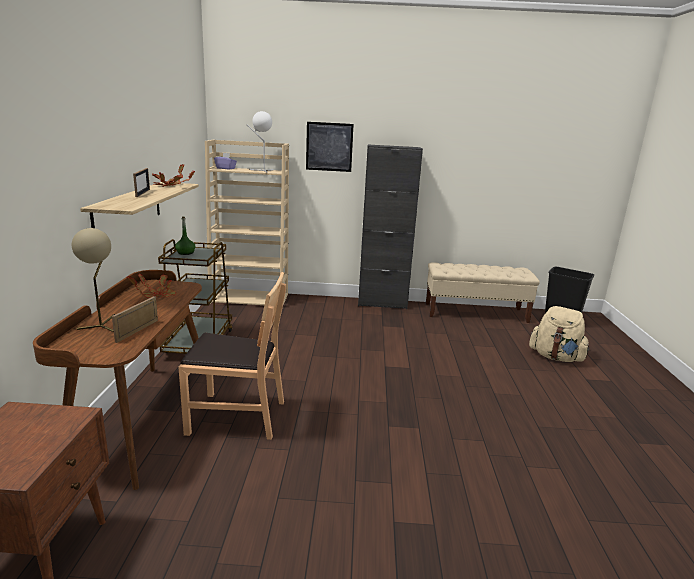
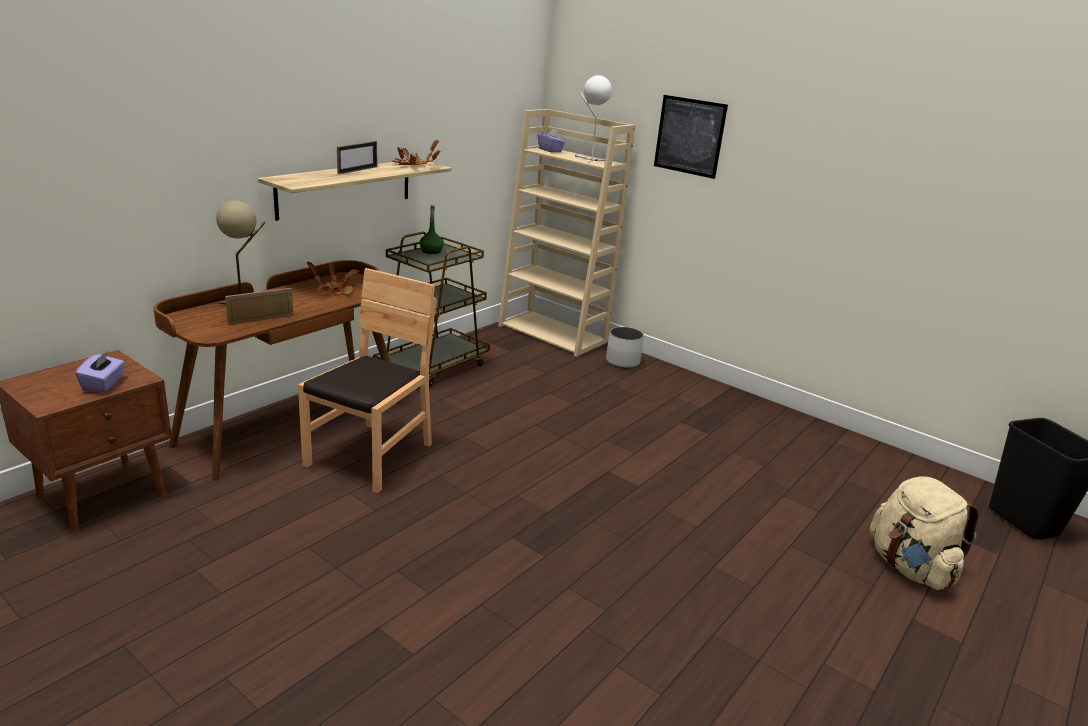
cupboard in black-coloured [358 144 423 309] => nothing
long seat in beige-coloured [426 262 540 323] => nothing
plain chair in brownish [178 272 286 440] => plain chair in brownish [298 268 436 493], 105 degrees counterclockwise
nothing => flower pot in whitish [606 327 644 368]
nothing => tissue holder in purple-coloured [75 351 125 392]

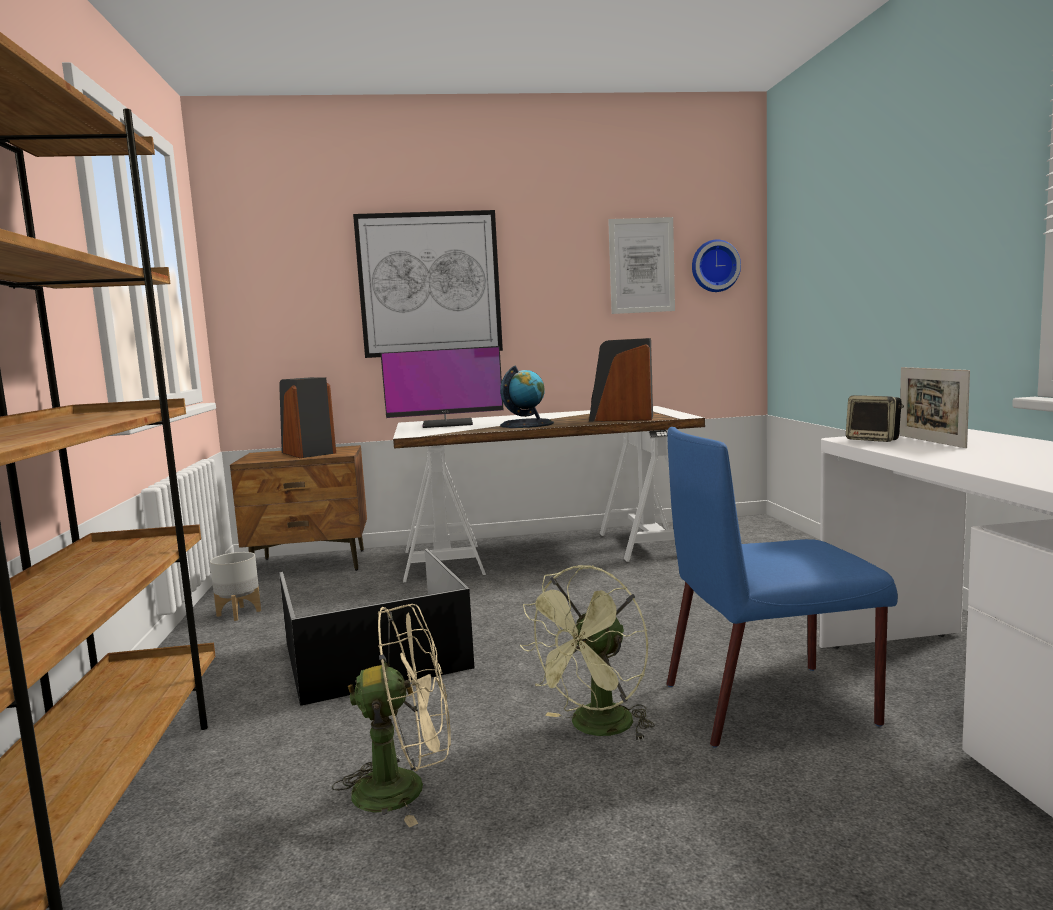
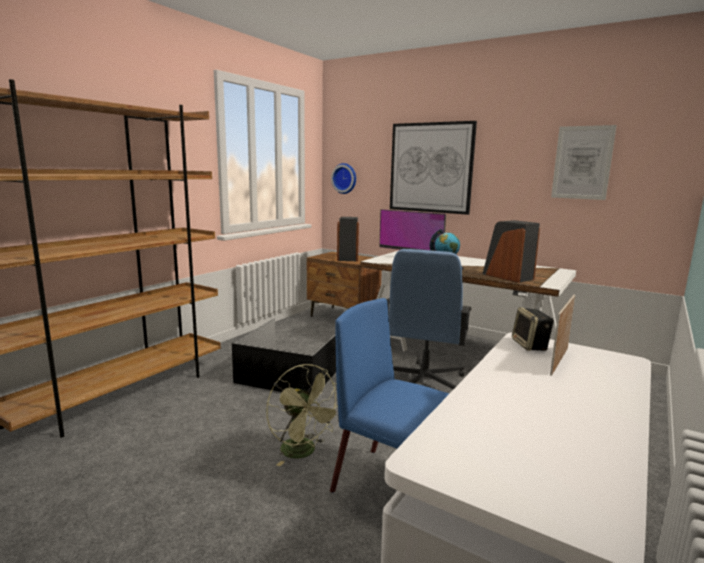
wall clock [692 240 741 292] => wall clock [331 163 356 194], shifted
flower pot in greyish [210 552 261 621] => nothing
cooling fan in green [520 565 655 742] => cooling fan in green [266 364 338 466], 120 degrees counterclockwise
cooling fan in beige-coloured [332 604 451 827] => nothing
nothing => desk chair in blue [386 249 471 389]

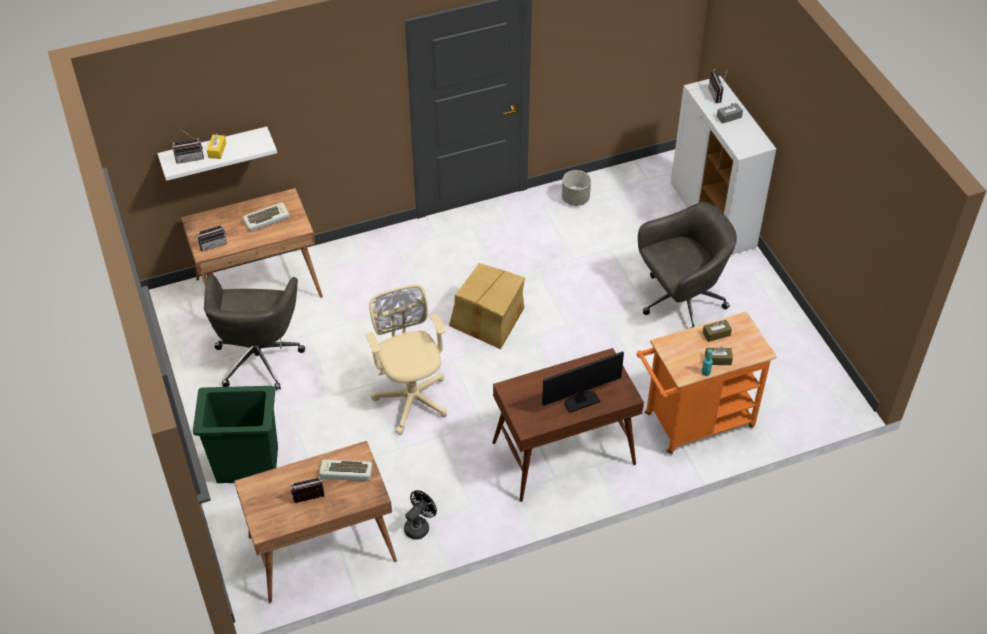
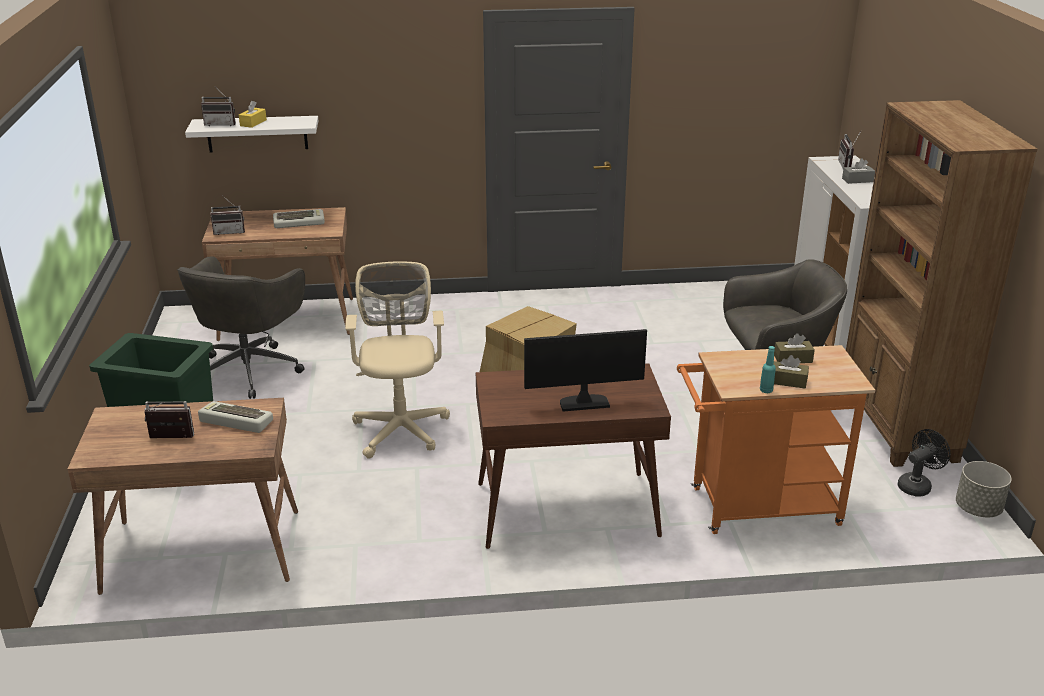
flower pot in greyish [562 170 591 206] => flower pot in greyish [956 461 1012 517], shifted
cooling fan in black-coloured [404 490 437 540] => cooling fan in black-coloured [898 429 950 497], shifted
nothing => bookcase in brownish [846 100 1037 467]

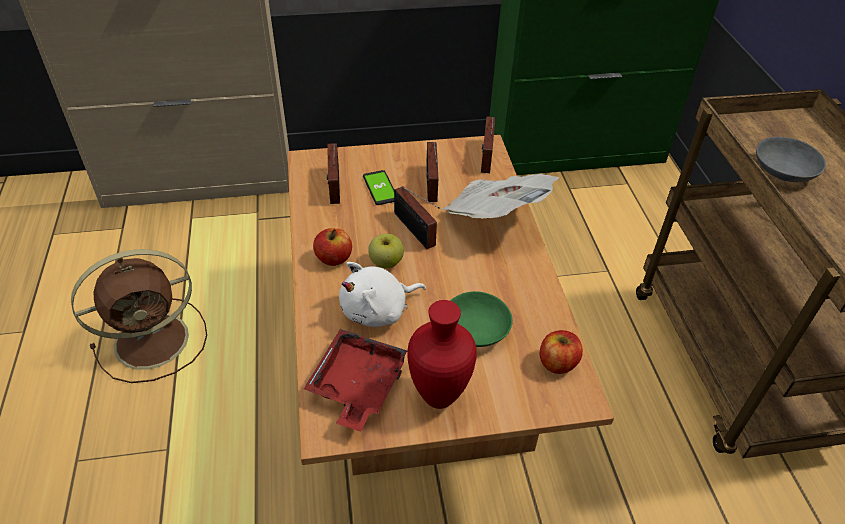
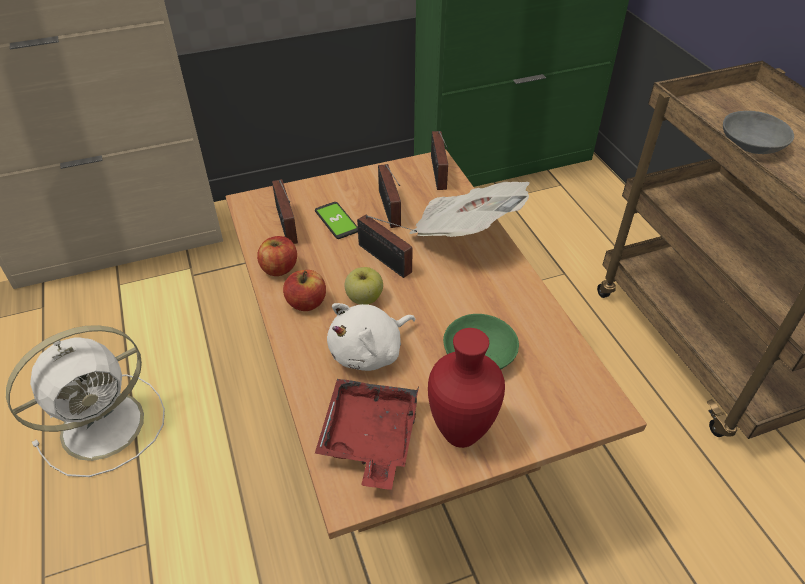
cooling fan in brownish [71 249 207 383] => cooling fan in whitish [6 325 165 477]
apple fruit [540 330 583 374] => apple fruit [257 236 297 276], shifted

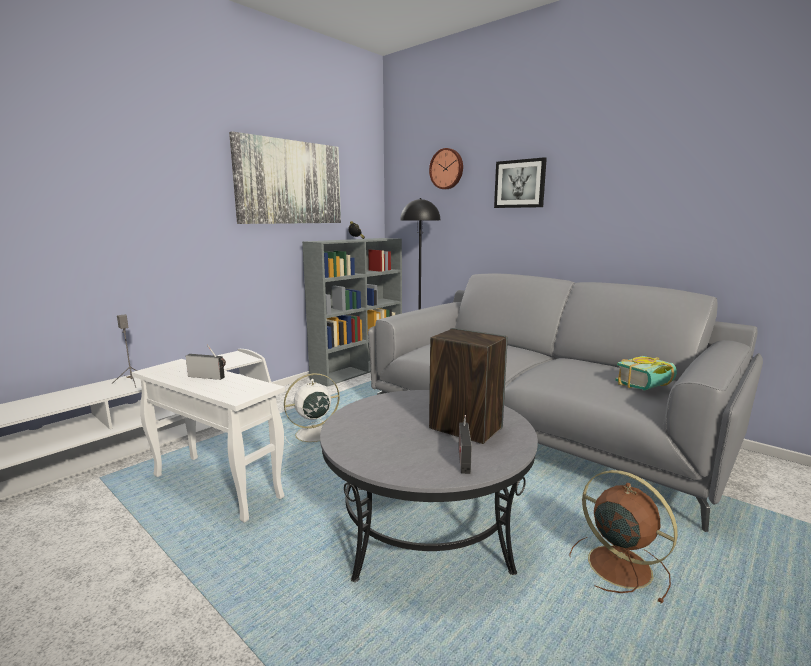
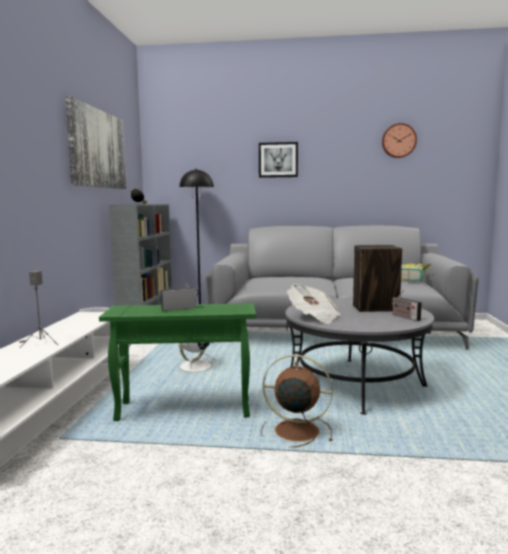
wall clock [429 148 463 189] => wall clock [382 123 417 158], shifted
side table in whitish [132 359 285 523] => side table in green [99 303 256 421]
cooling fan in brownish [569 470 678 604] => cooling fan in brownish [261 355 333 447], shifted
nothing => daily paper [287 284 340 324]

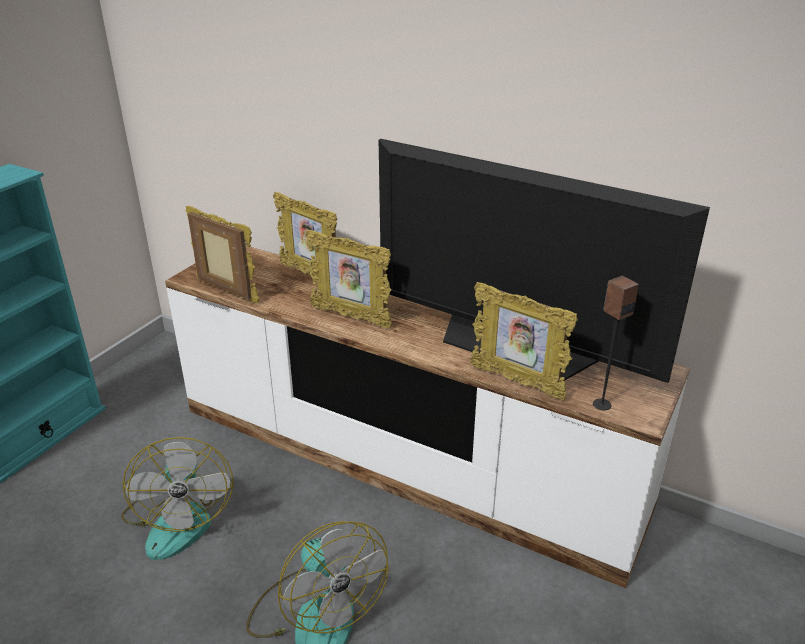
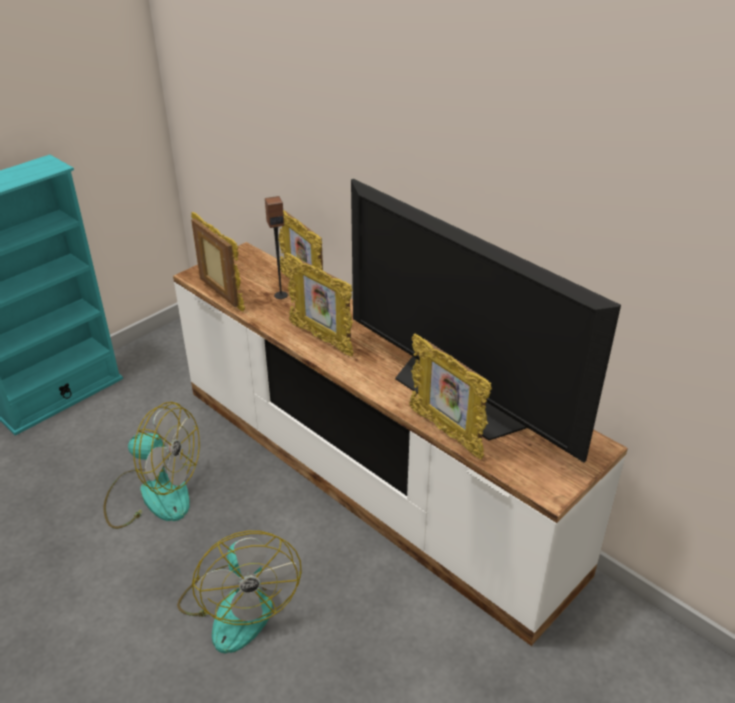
audio speaker [593 276 639 410] => audio speaker [265 196 288 299], shifted
cooling fan [121 437 234 560] => cooling fan [103 402 200 529], 75 degrees counterclockwise

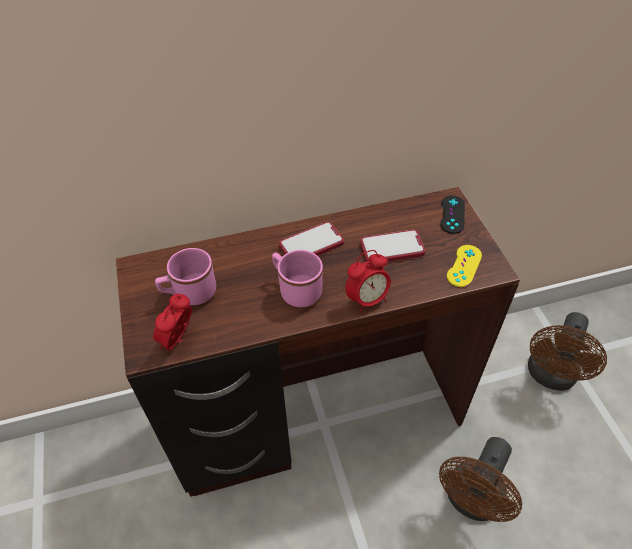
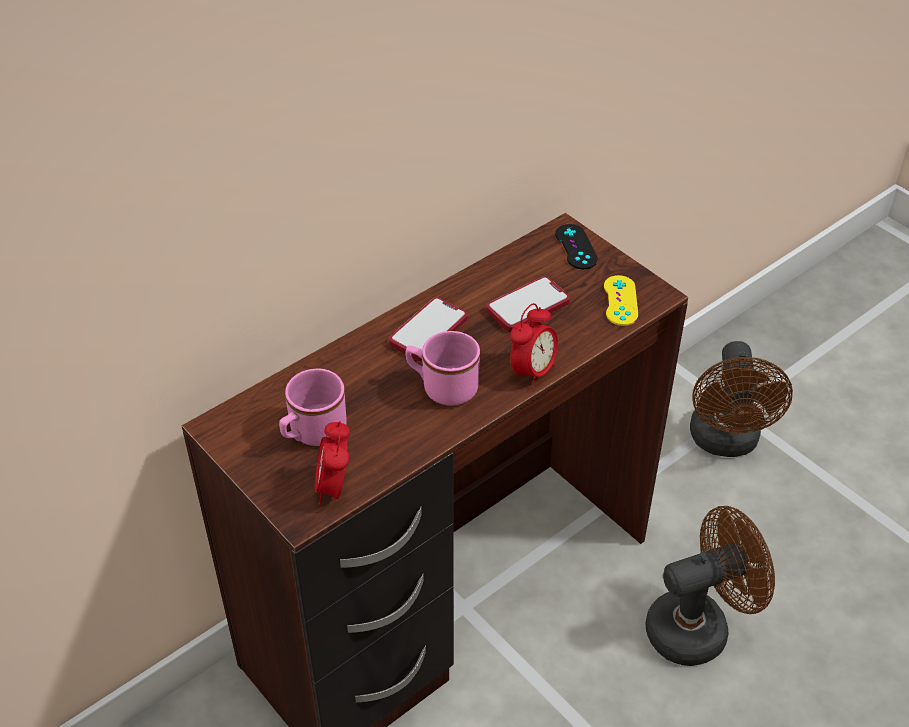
cooling fan in brownish [439 437 522 522] => cooling fan in brownish [645 506 775 666], 120 degrees counterclockwise

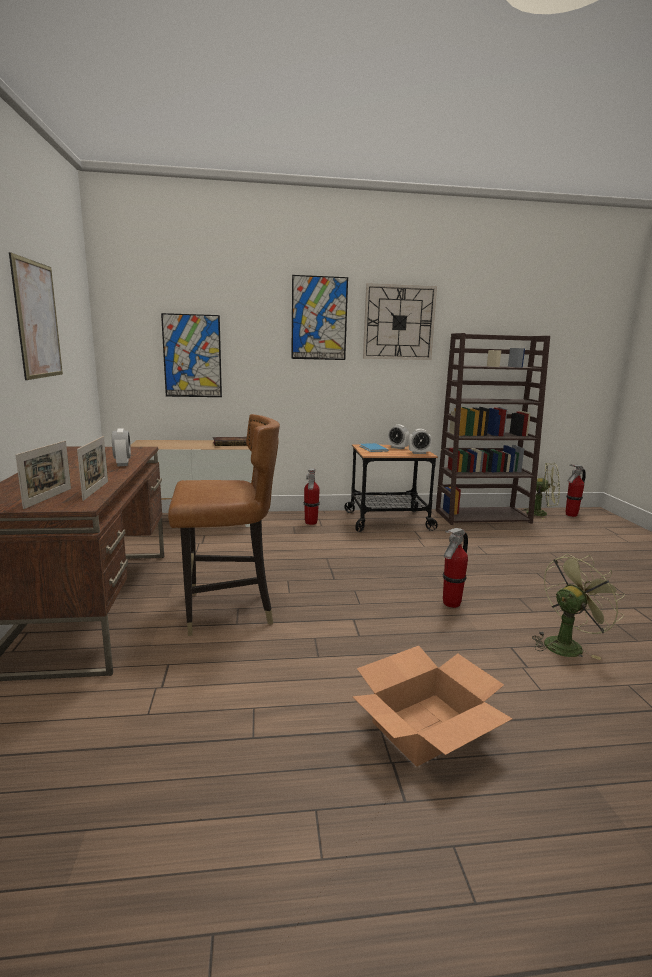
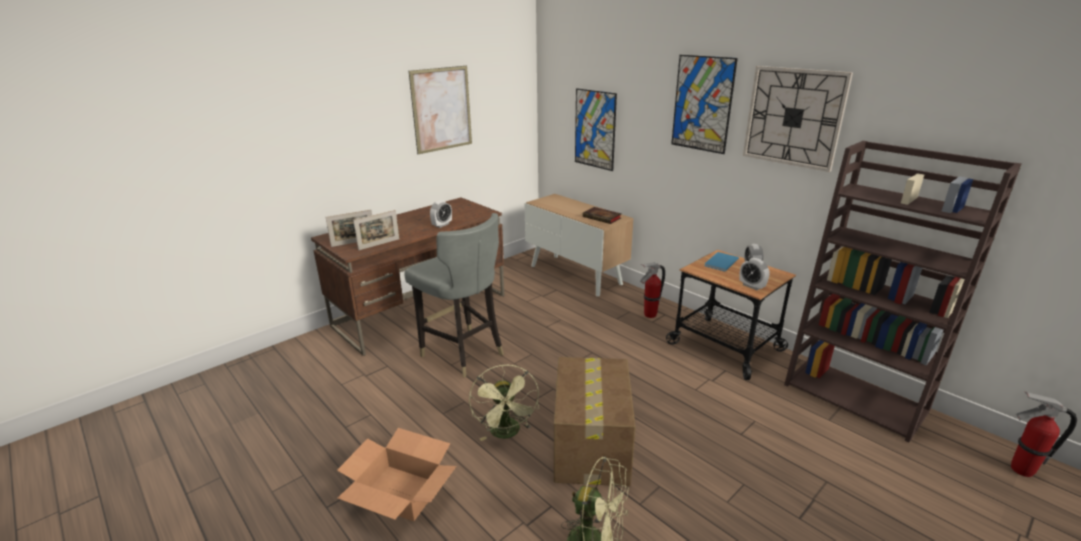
plain chair in brownish [168 414 280 636] => plain chair in greyish [404 213 504 378]
cooling fan in green [520 463 560 519] => cooling fan in green [469 365 539 441], shifted
fire extinguisher [443 528 468 608] => carton [554 357 636 486]

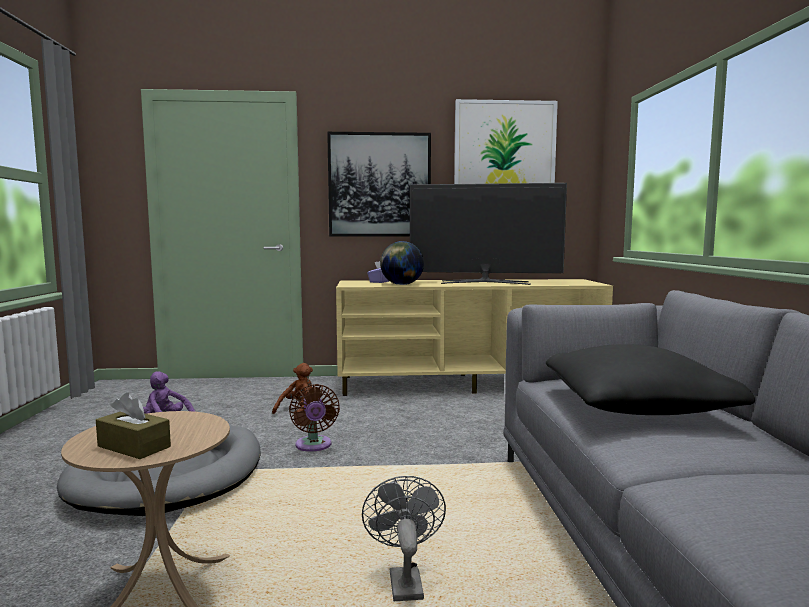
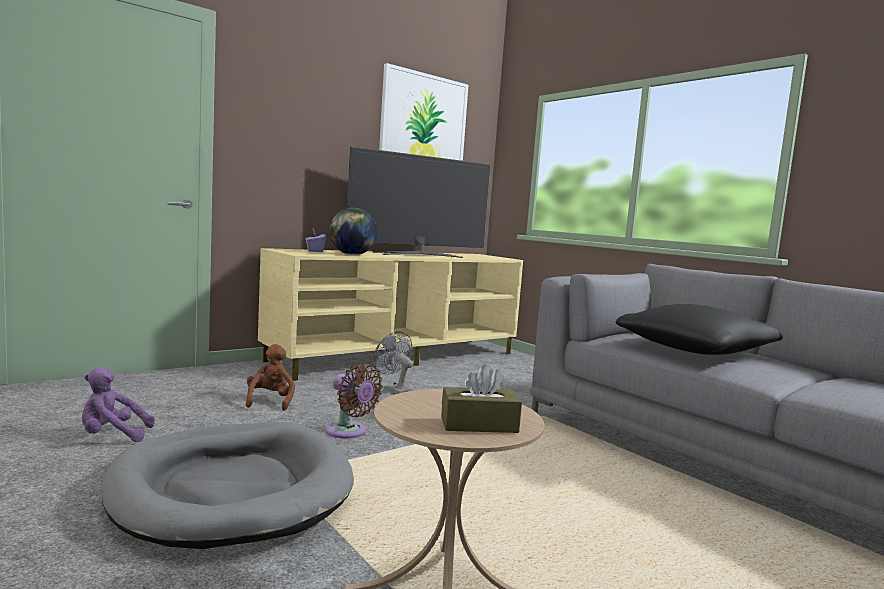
wall picture [327 132 431 237] => nothing
cooling fan in greyish [362 476 446 601] => cooling fan in greyish [374 332 413 394], shifted

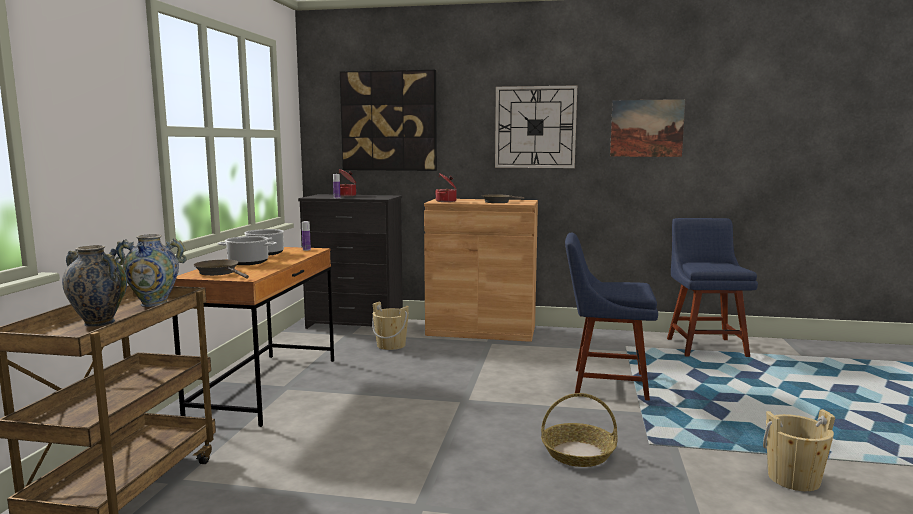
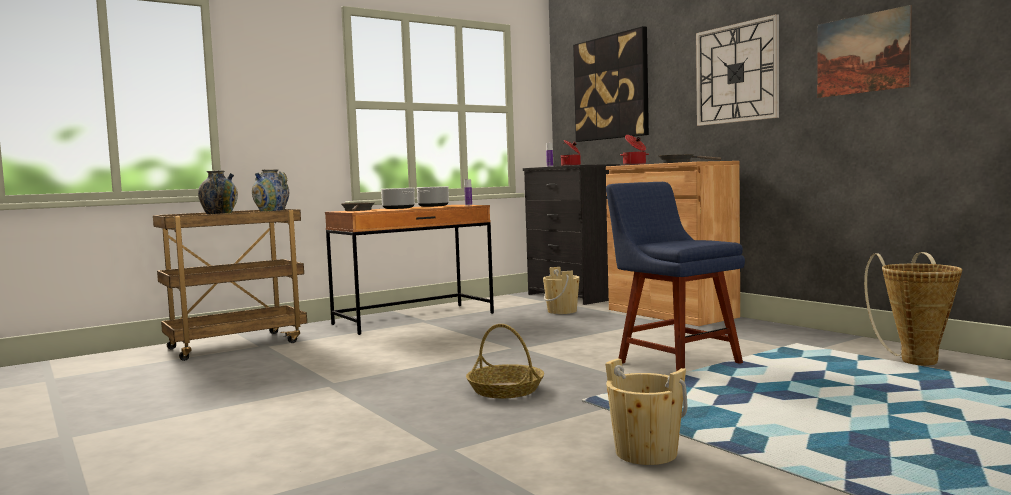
plain chair in blue [667 218 758 357] => household basket [864 252 962 366]

